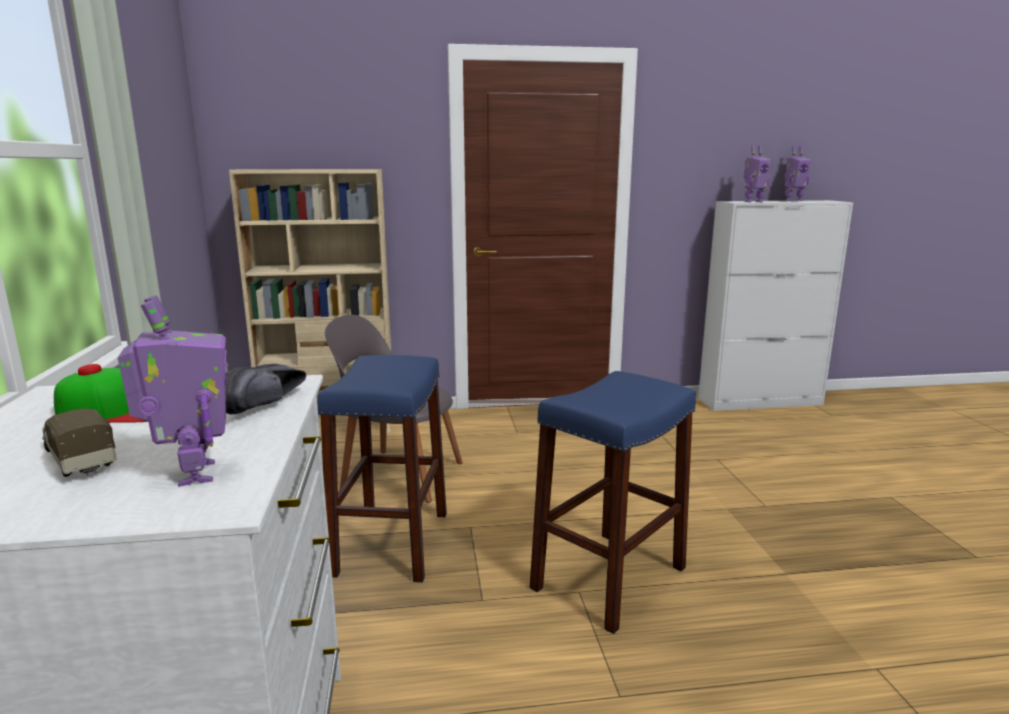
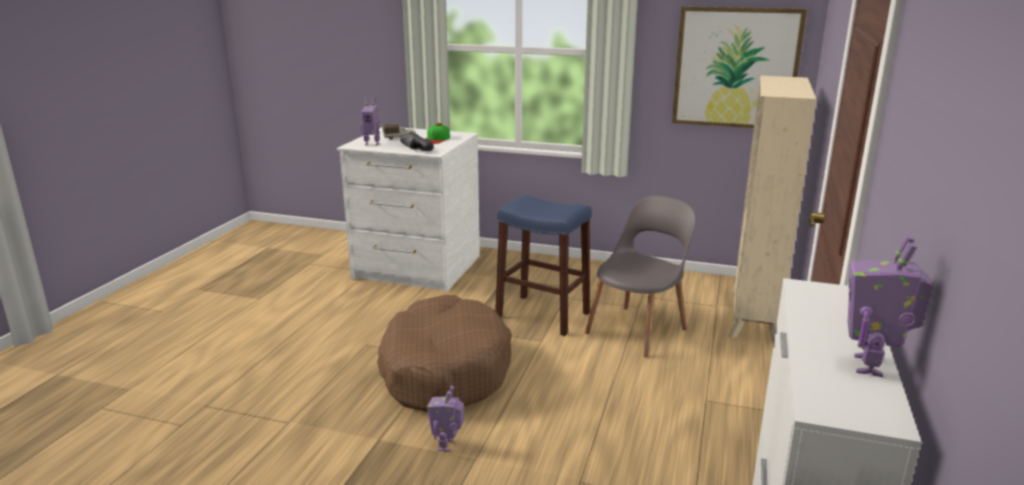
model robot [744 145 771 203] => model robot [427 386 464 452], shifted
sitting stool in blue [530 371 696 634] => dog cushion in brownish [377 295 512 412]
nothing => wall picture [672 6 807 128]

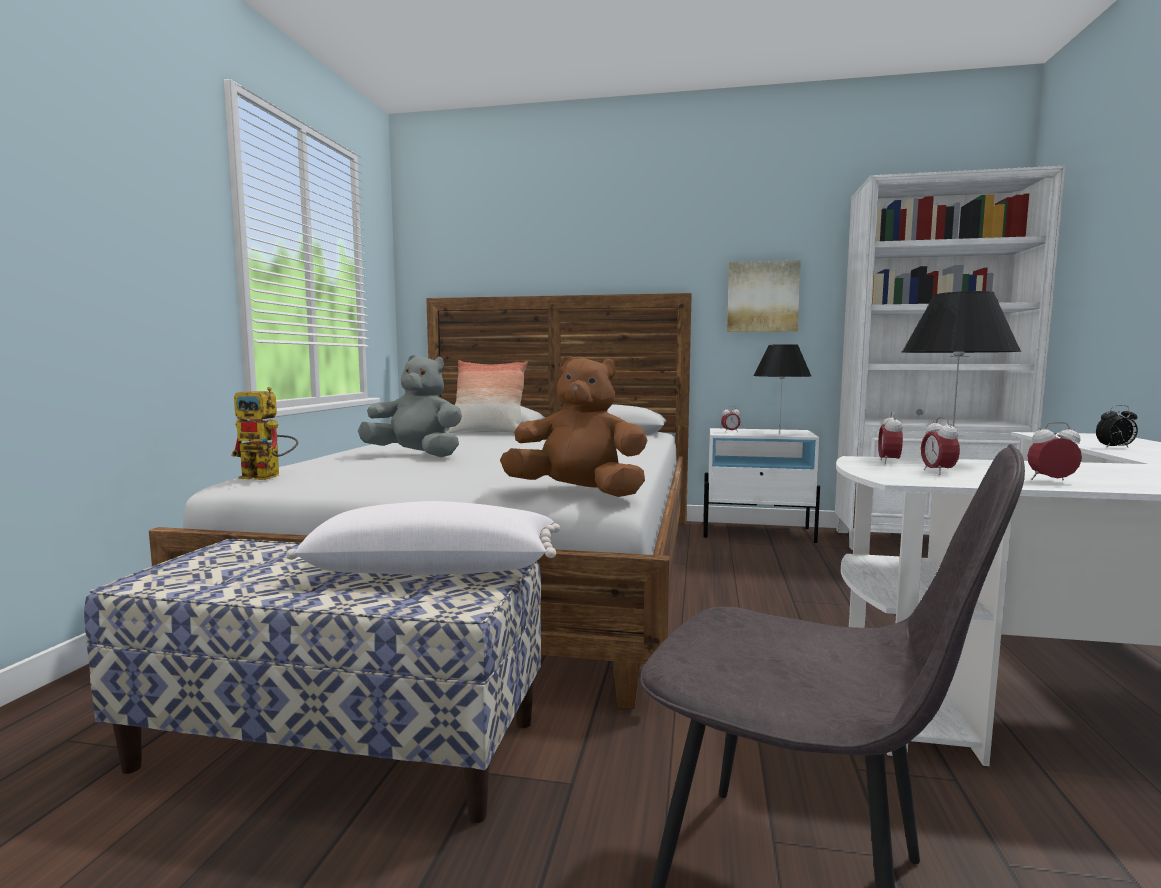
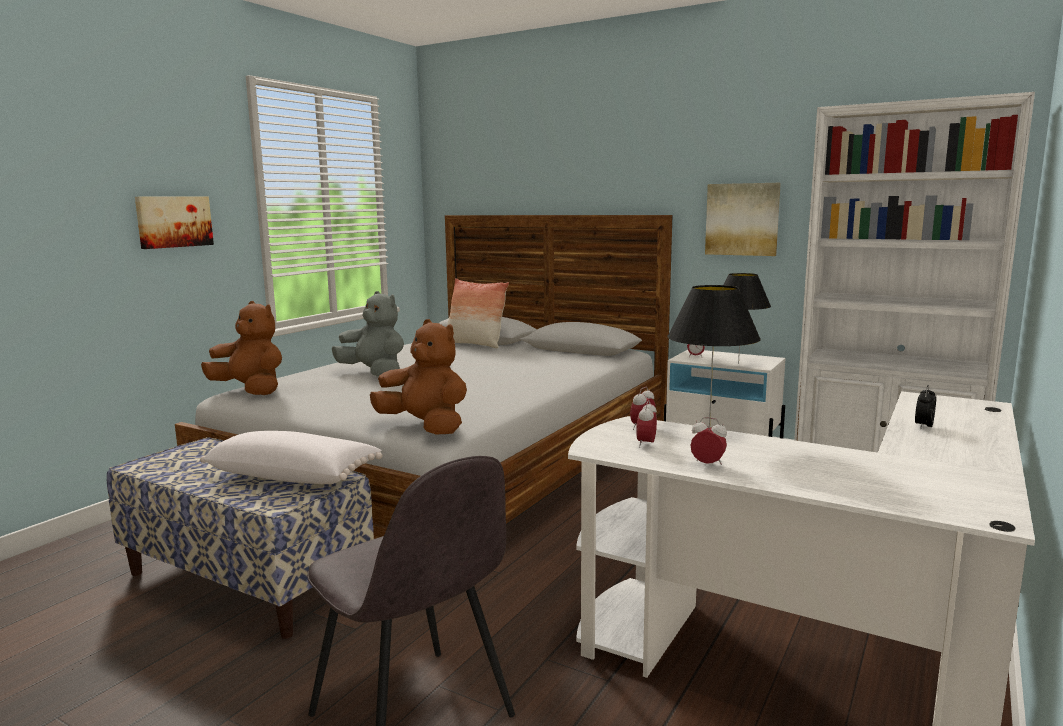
model robot [231 387 298 480] => soft toy in brownish [201 301 282 395]
bedside clock [1096 405 1138 448] => bedside clock [915 385 936 428], 105 degrees clockwise
nothing => wall picture [135 197 214 249]

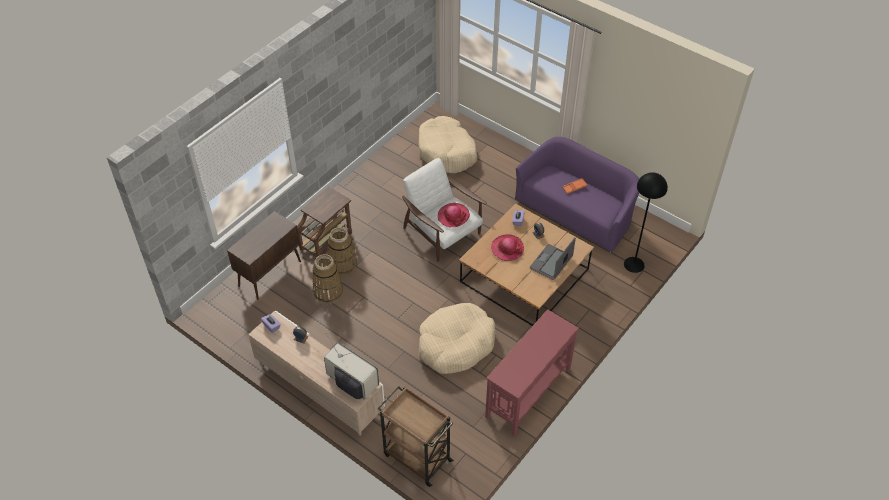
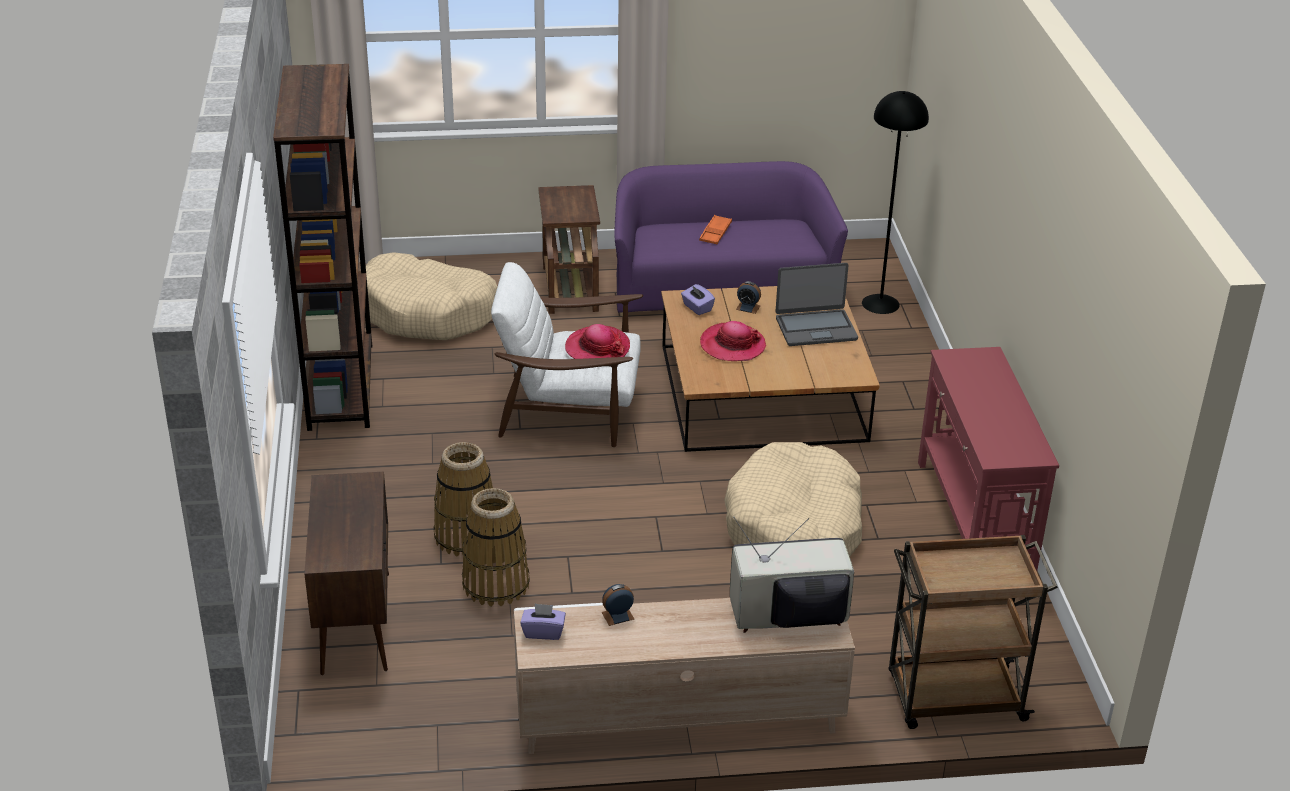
side table in brownish [297 186 352 257] => side table in brownish [538 185 600 314], shifted
notebook computer [530 237 576 280] => notebook computer [775 263 858 346], 90 degrees counterclockwise
nothing => bookcase in brownish [273 64 372 431]

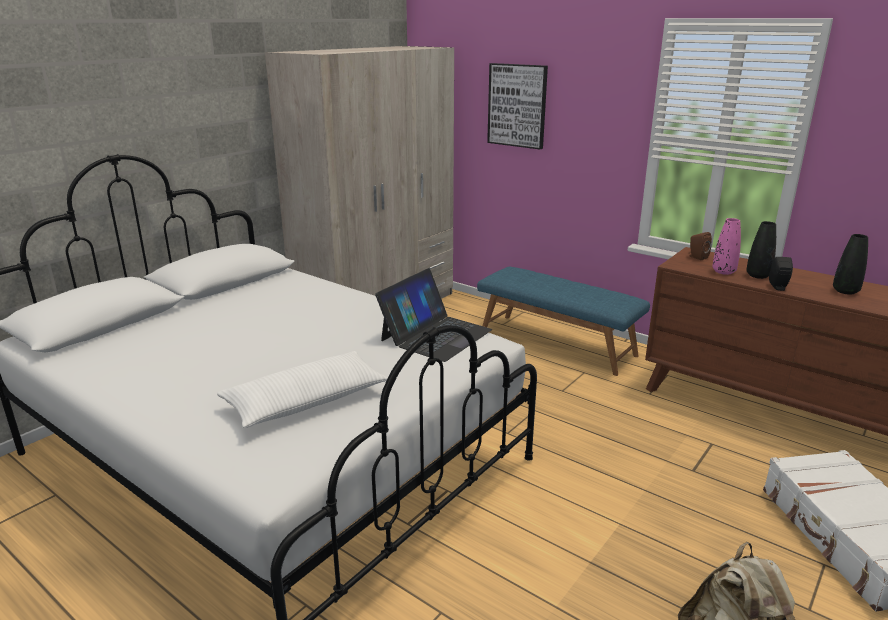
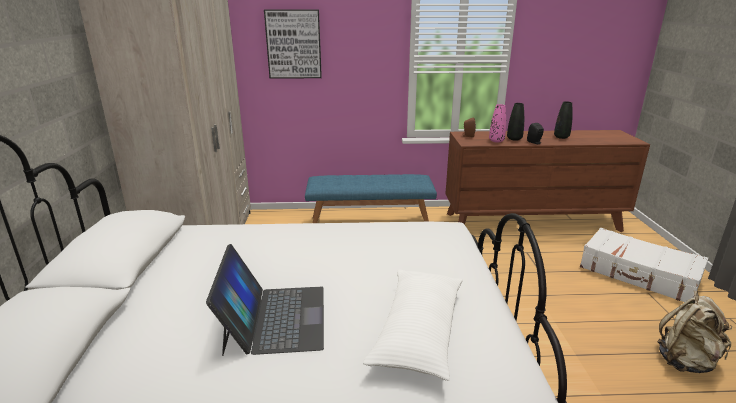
notebook computer [375 268 492 362] => notebook computer [206 244 324 356], shifted

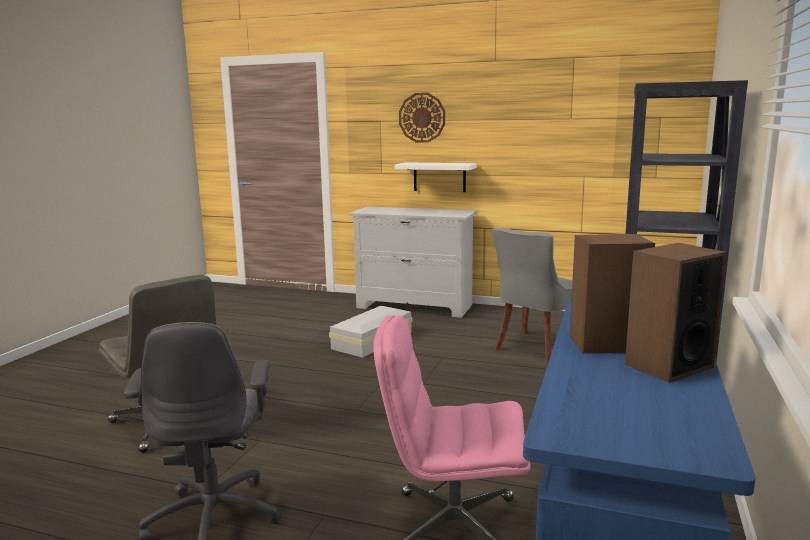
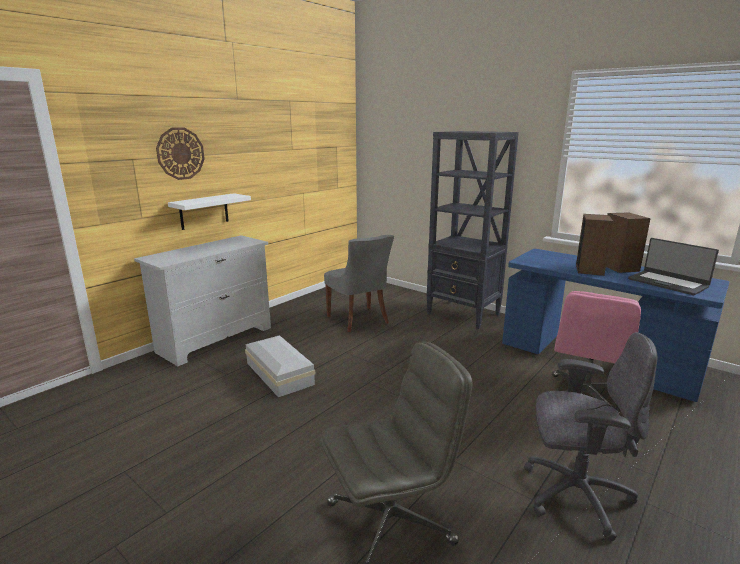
nothing => notebook computer [628 238 719 295]

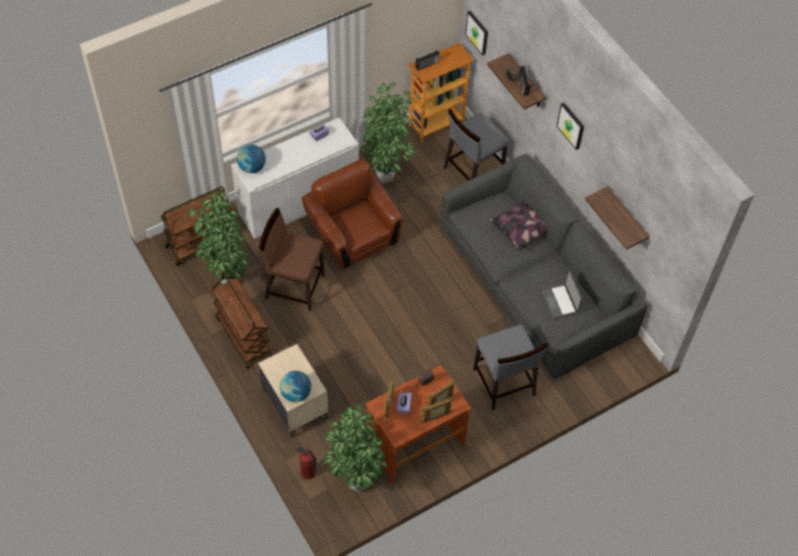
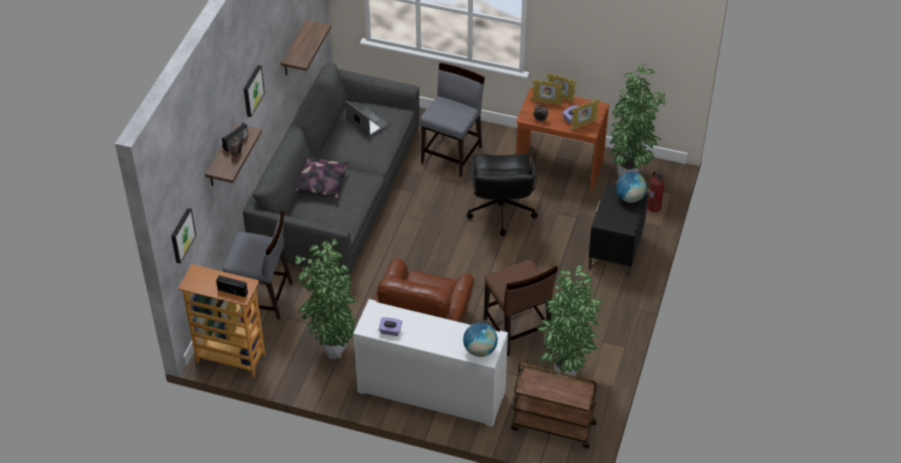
notebook computer [541 270 582 319] => notebook computer [345 100 389 137], 75 degrees counterclockwise
trolley in brownish [211 272 272 369] => nothing
bedside table in beige-coloured [258 344 328 438] => bedside table in black-coloured [589 183 649 278]
nothing => desk chair in black-coloured [467 154 538 236]

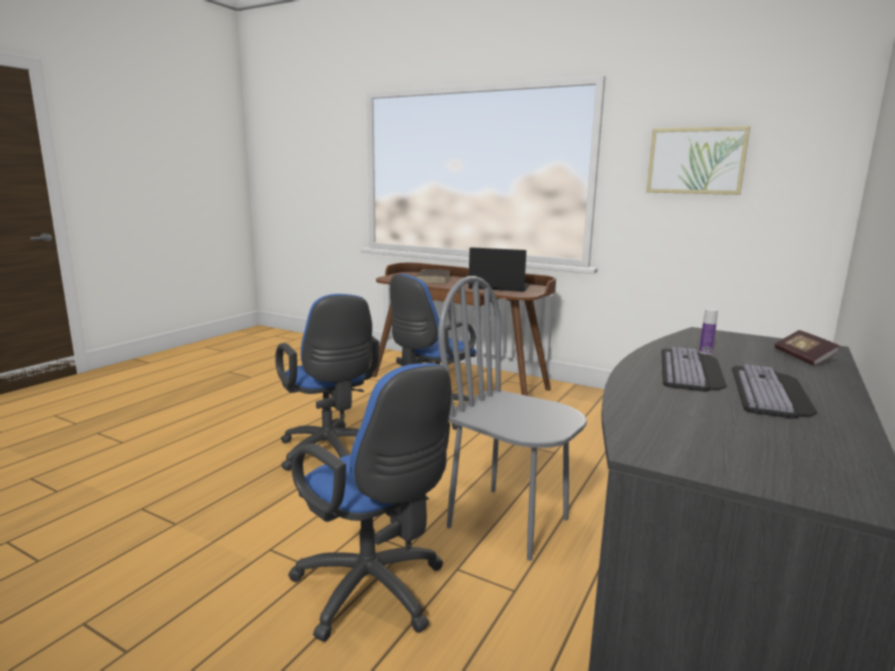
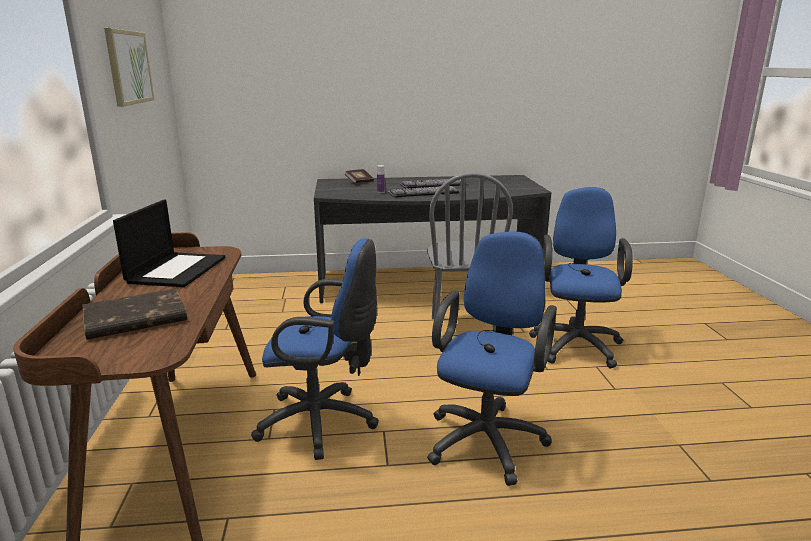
notebook computer [468 247 529 292] => notebook computer [113 200 226 287], 150 degrees counterclockwise

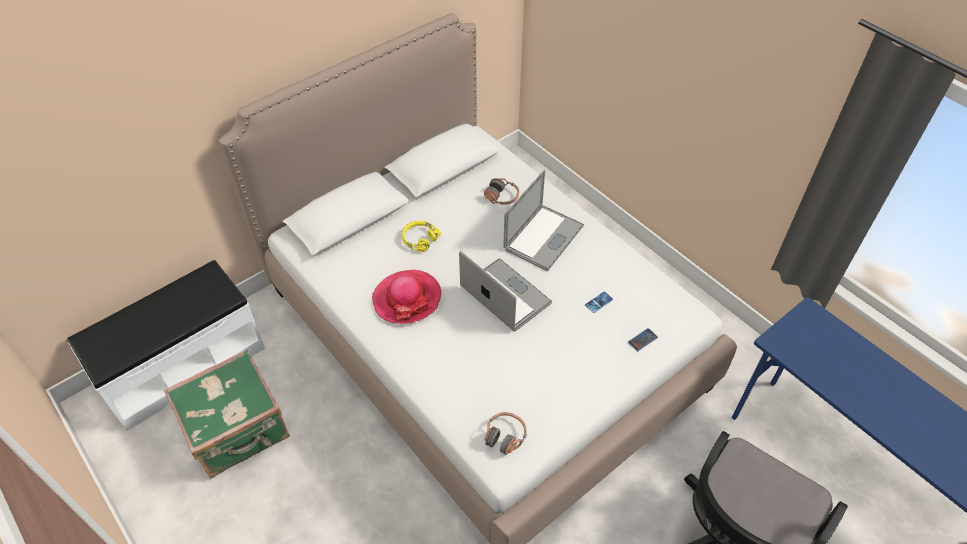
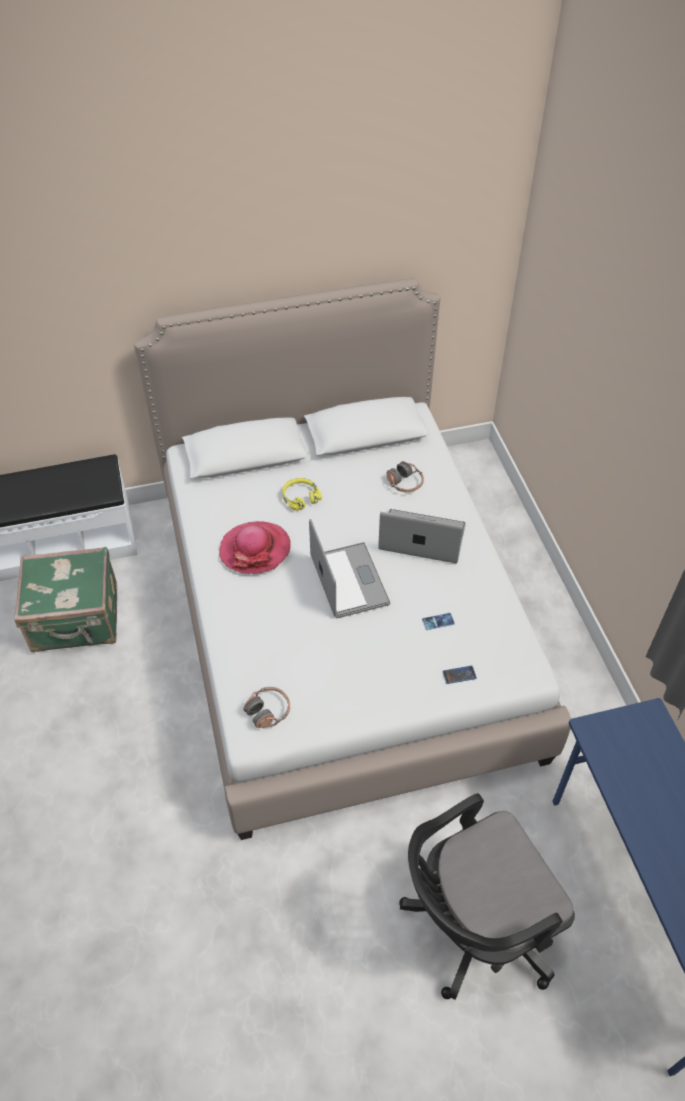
notebook computer [503 170 584 271] => notebook computer [378 509 466 564], 135 degrees counterclockwise

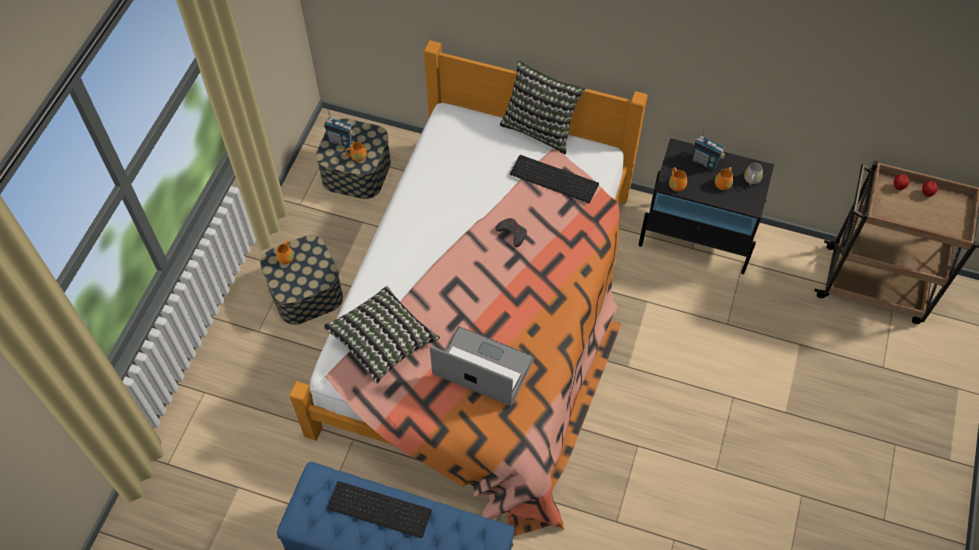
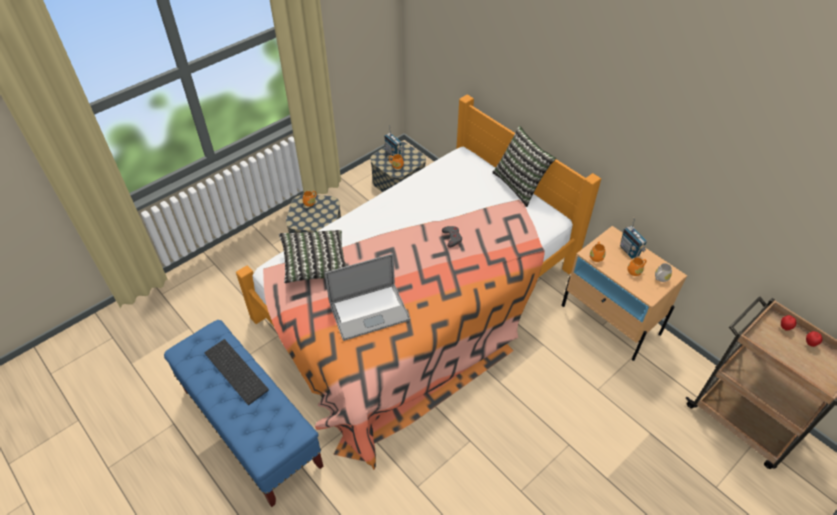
bedside table in black-coloured [638 138 774 274] => bedside table in beige-coloured [561 226 687 361]
keyboard [510 155 599 203] => nothing
notebook computer [430 326 535 406] => notebook computer [325 253 410 341], 105 degrees clockwise

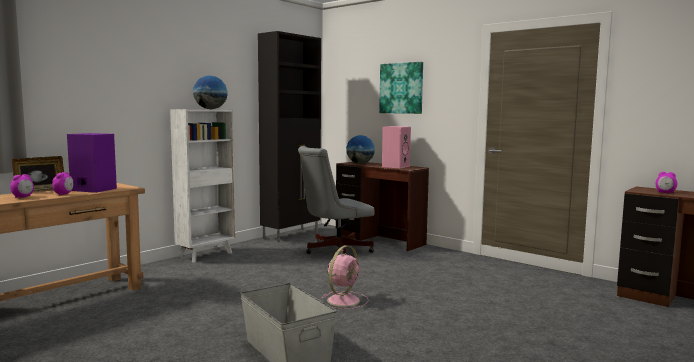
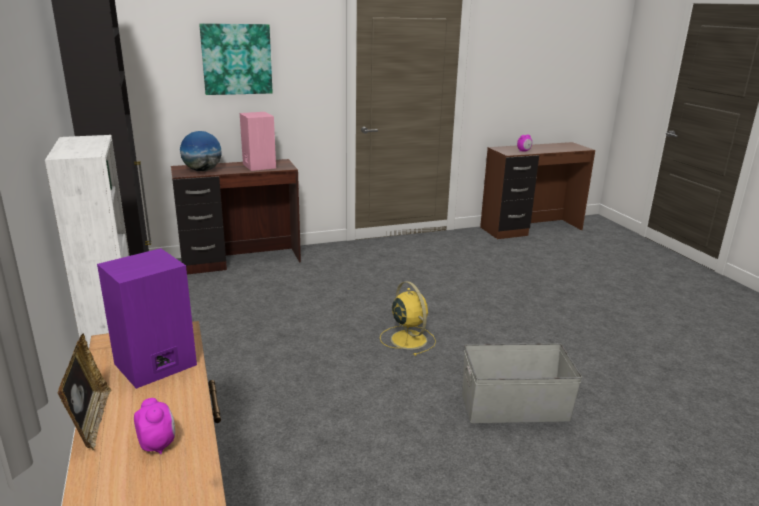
desk globe [193 75 228 109] => nothing
desk chair in greyish [298 146 374 254] => nothing
bedside clock [52 172 73 195] => nothing
cooling fan in pinkish [322 245 369 309] => cooling fan in yellowish [380 281 436 356]

